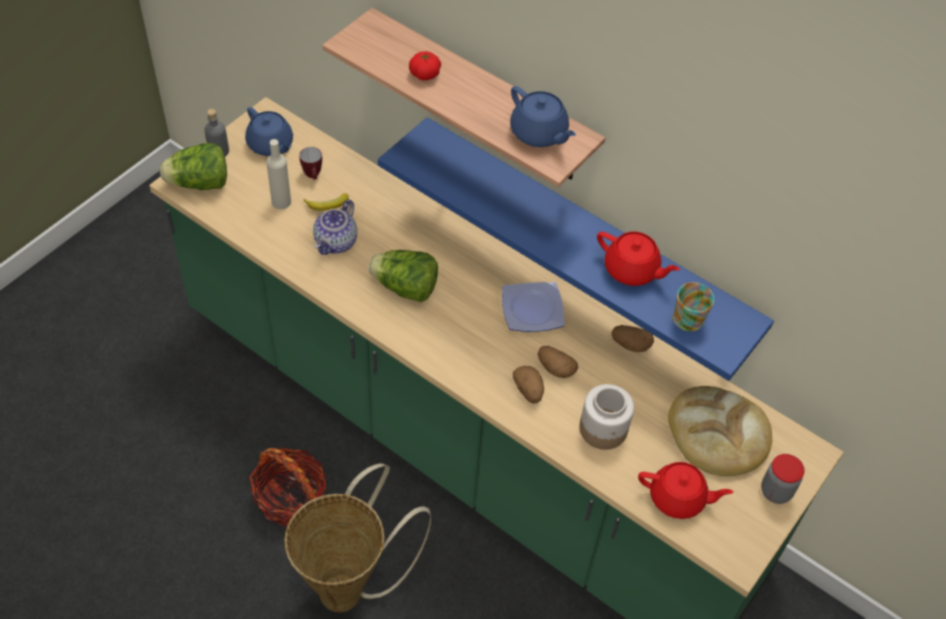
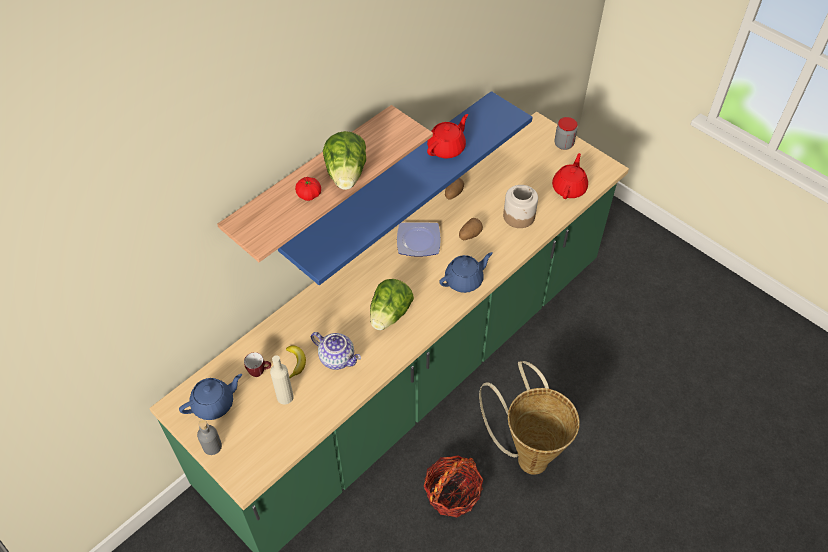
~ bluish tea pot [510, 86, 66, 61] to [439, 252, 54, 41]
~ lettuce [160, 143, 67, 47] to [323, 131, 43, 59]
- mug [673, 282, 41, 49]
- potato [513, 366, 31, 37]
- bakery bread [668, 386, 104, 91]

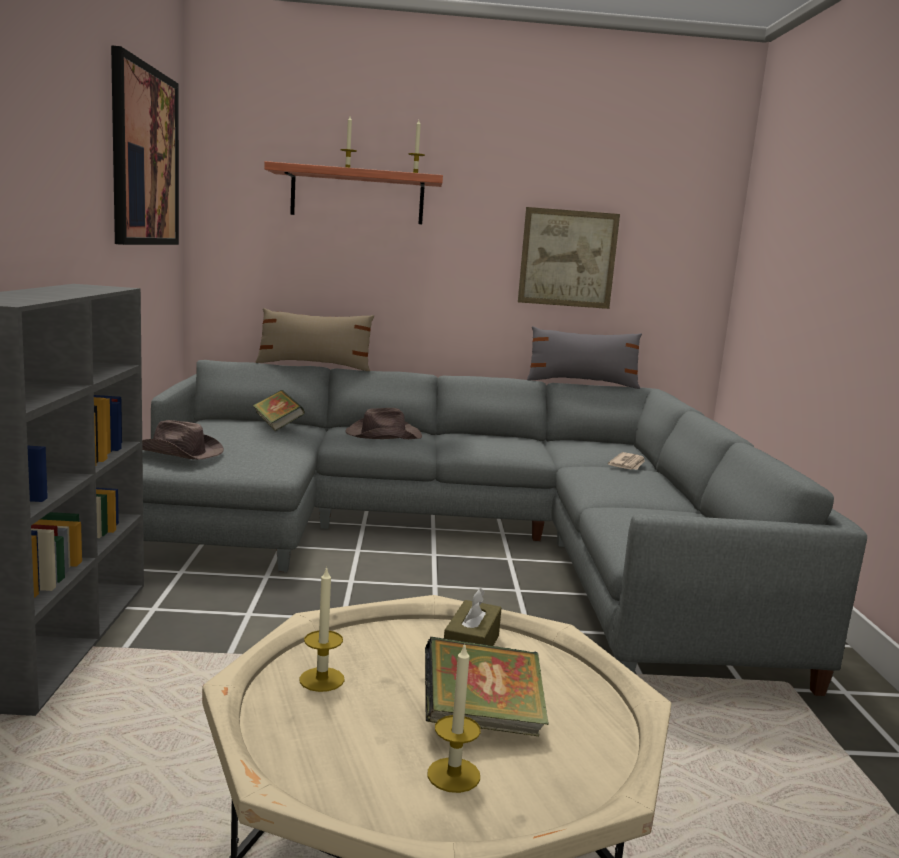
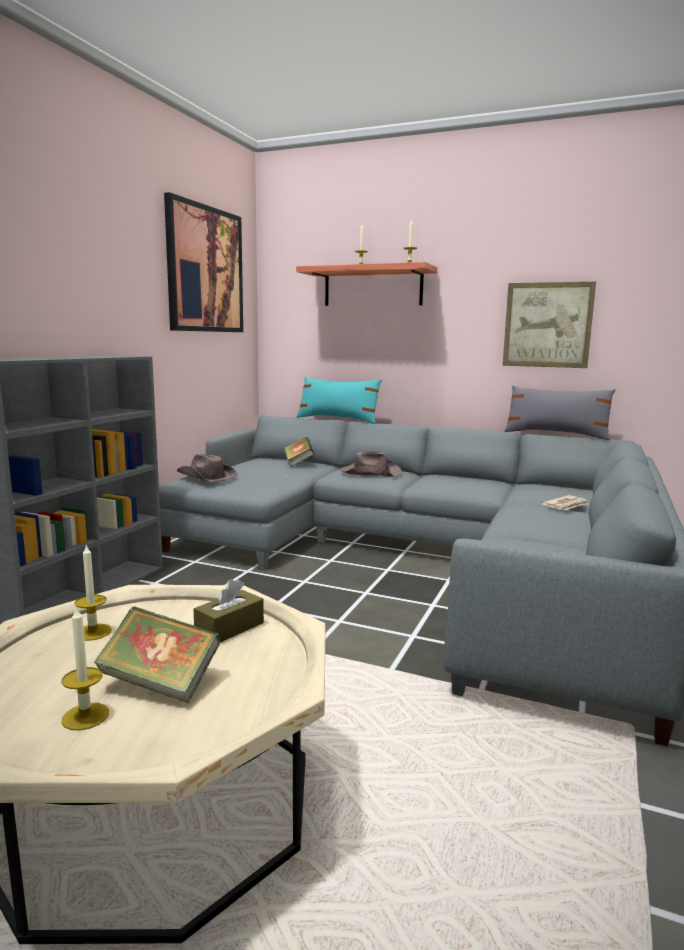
~ sand-coloured throw pillow [255, 308, 119, 63] to blue-green throw pillow [296, 377, 86, 47]

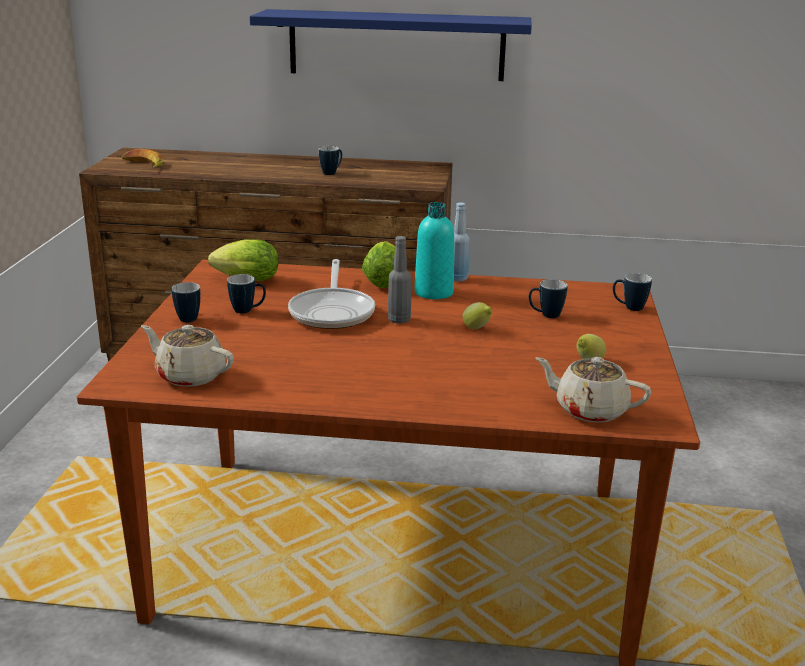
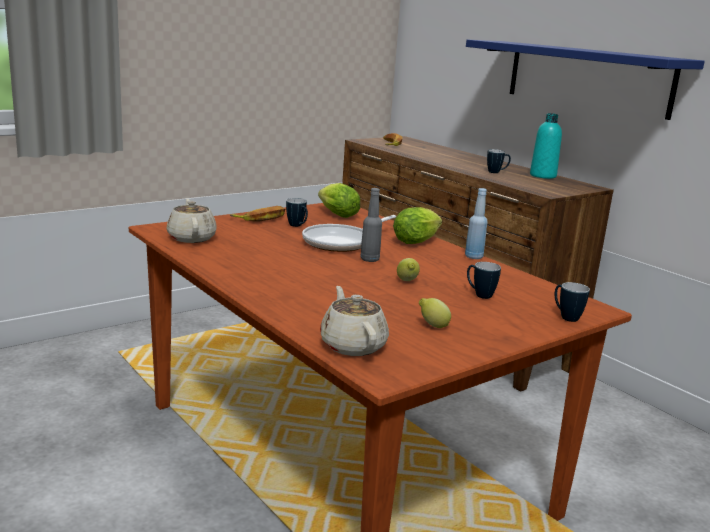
~ blue-green beverage bottle [414, 202, 40, 97] to [530, 113, 32, 66]
~ mug [172, 282, 28, 41] to banana [230, 206, 55, 15]

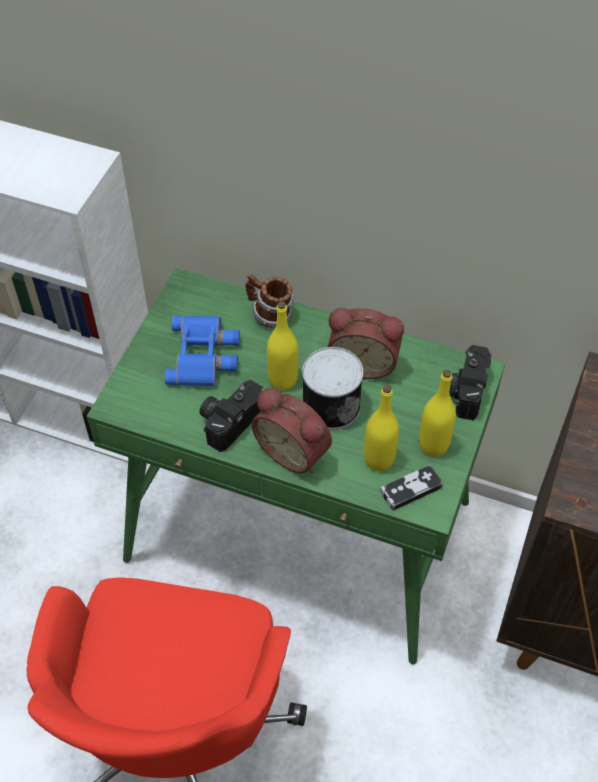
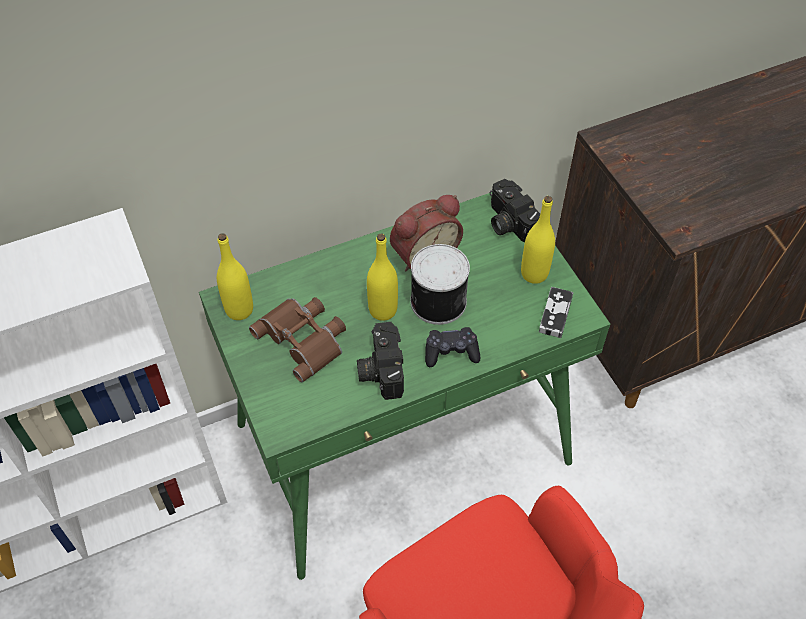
- mug [245, 273, 49, 55]
~ bluish pair of binoculars [165, 315, 75, 71] to brown pair of binoculars [249, 297, 97, 85]
~ yellow-coloured beverage bottle [364, 385, 35, 86] to [217, 233, 36, 87]
~ table clock [252, 388, 80, 85] to black joypad [425, 327, 55, 40]

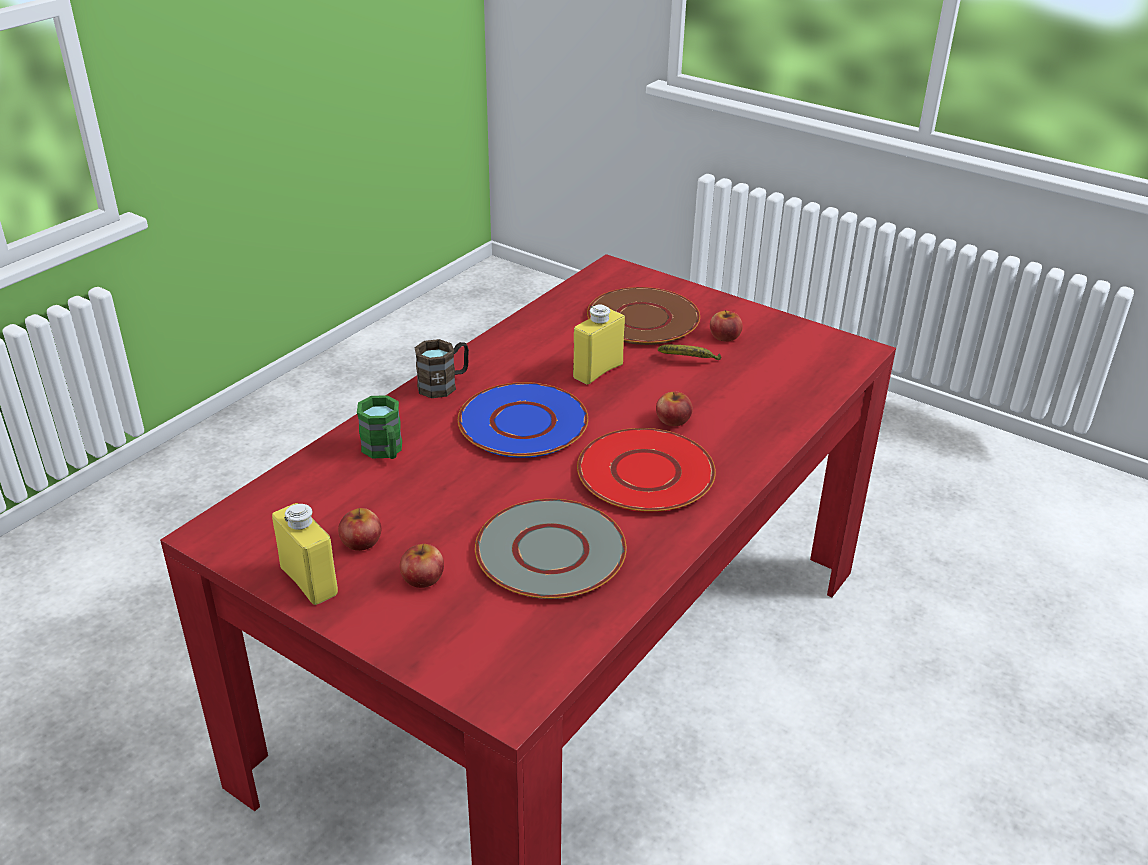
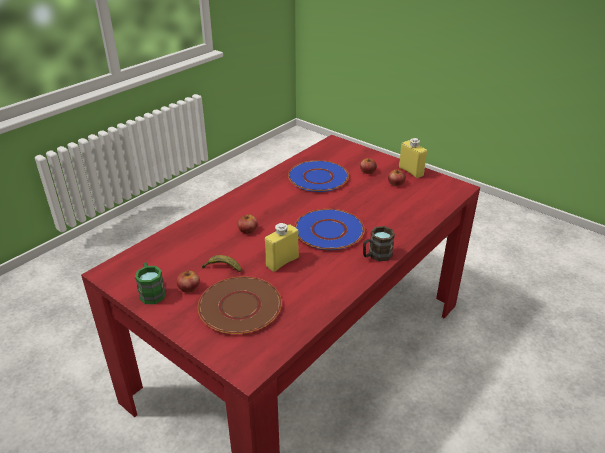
~ greenish mug [357, 395, 45, 64] to [135, 262, 31, 42]
- red-coloured dinner plate [577, 428, 139, 84]
~ greyish dinner plate [475, 499, 151, 100] to bluish dinner plate [288, 160, 61, 32]

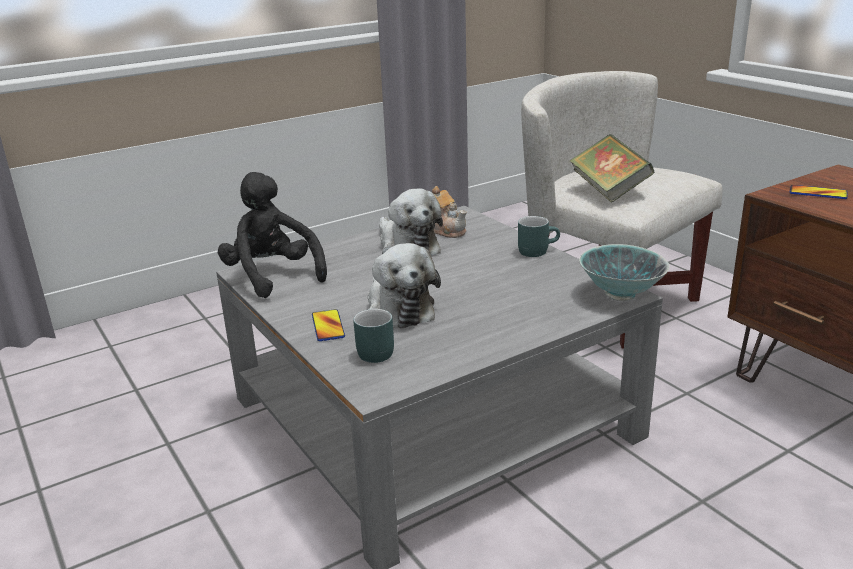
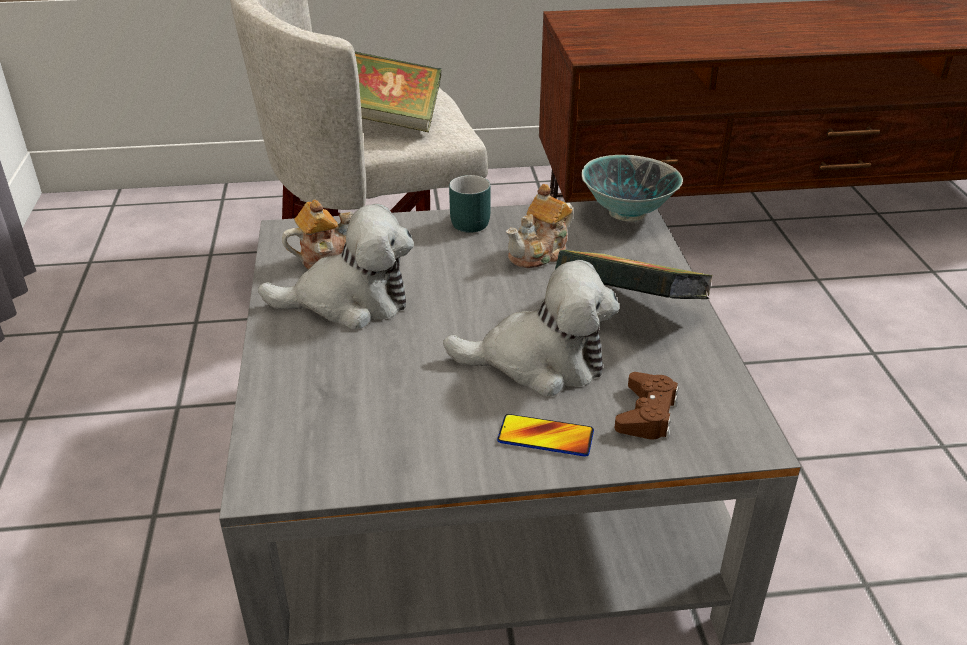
- black soft toy [218, 172, 109, 126]
- telephone [790, 185, 58, 14]
~ blue-green mug [353, 309, 41, 54] to brown joypad [614, 372, 65, 67]
+ tea pot [506, 184, 68, 84]
+ volume [555, 249, 158, 50]

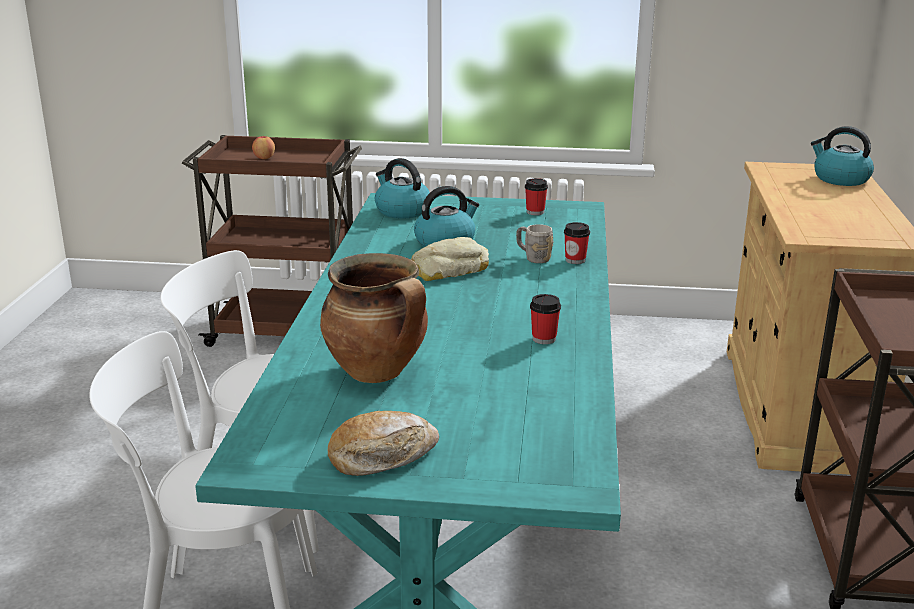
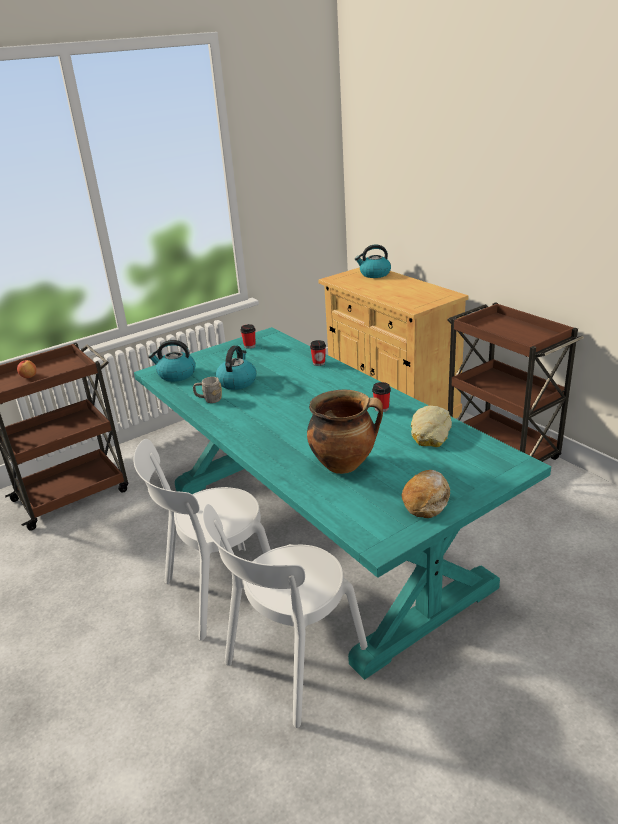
~ greyish mug [516, 224, 37, 39] to [193, 377, 29, 26]
~ bakery bread [411, 237, 78, 44] to [411, 405, 41, 42]

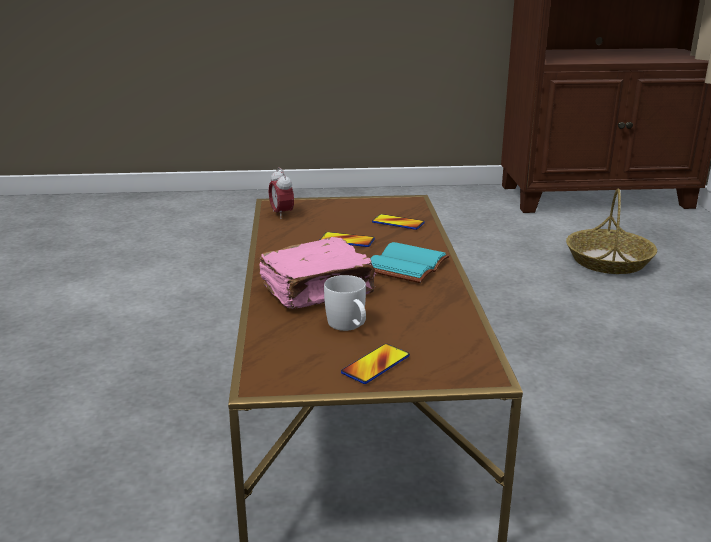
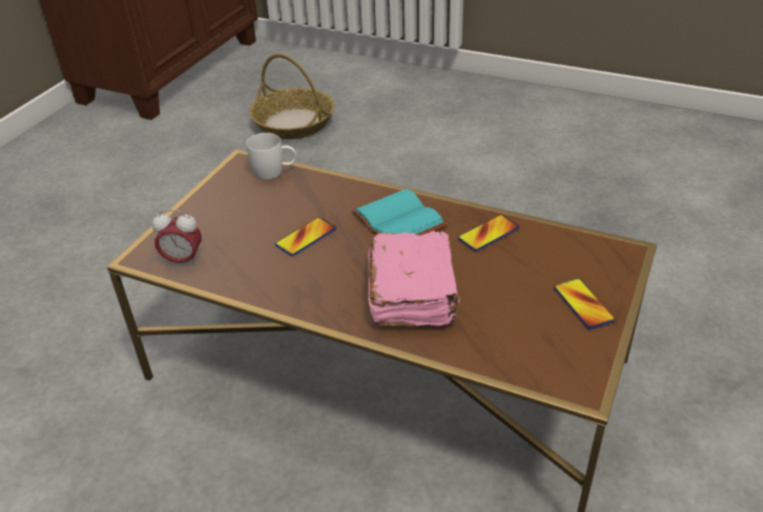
~ telephone [372, 214, 53, 16] to [458, 215, 62, 36]
~ white mug [324, 275, 42, 56] to [246, 133, 50, 47]

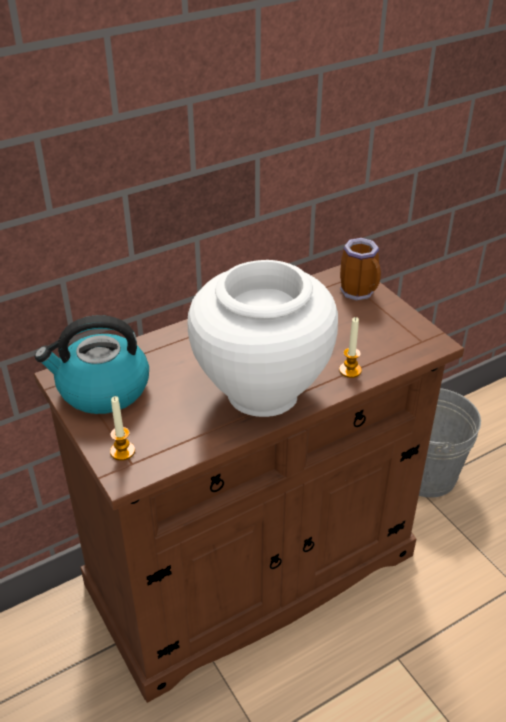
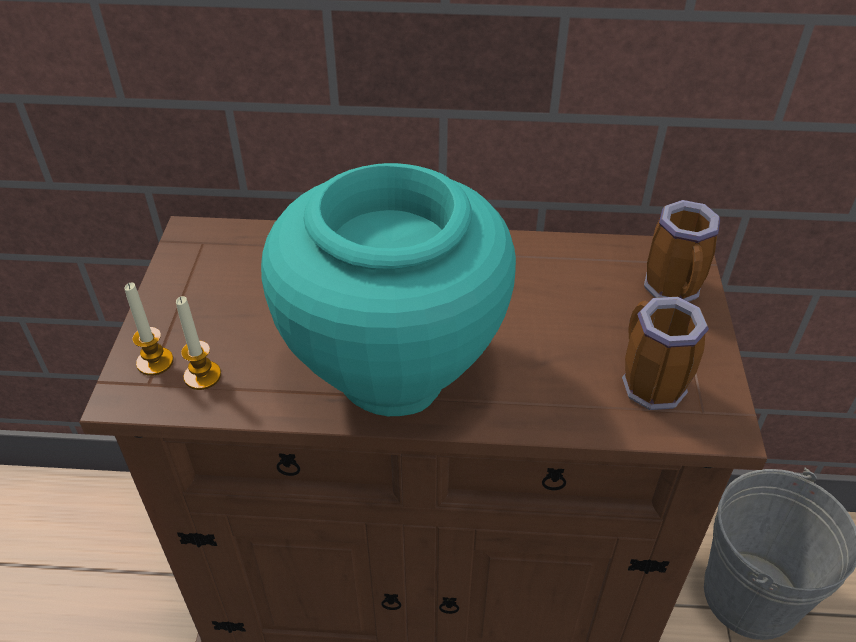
~ white vase [188, 260, 150, 157] to blue-green vase [261, 163, 255, 253]
- tea kettle [35, 315, 114, 99]
~ wax light [339, 317, 23, 61] to [176, 296, 45, 94]
+ mug [622, 297, 87, 113]

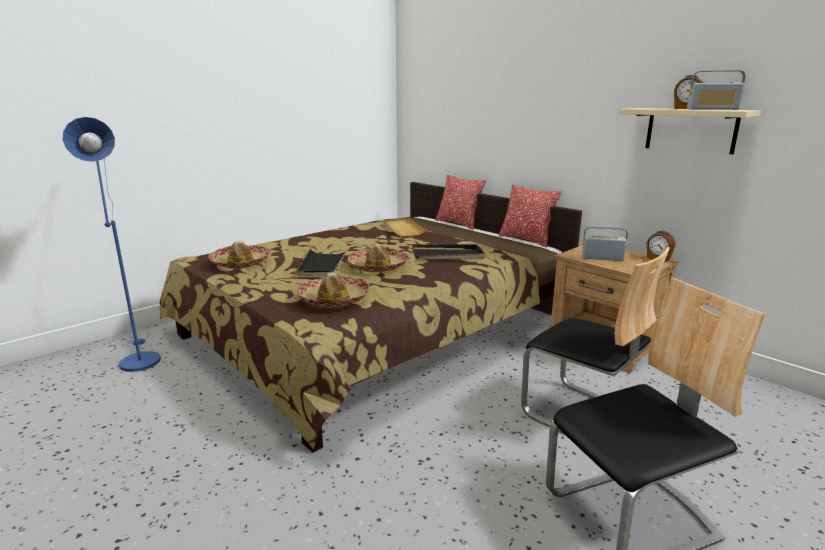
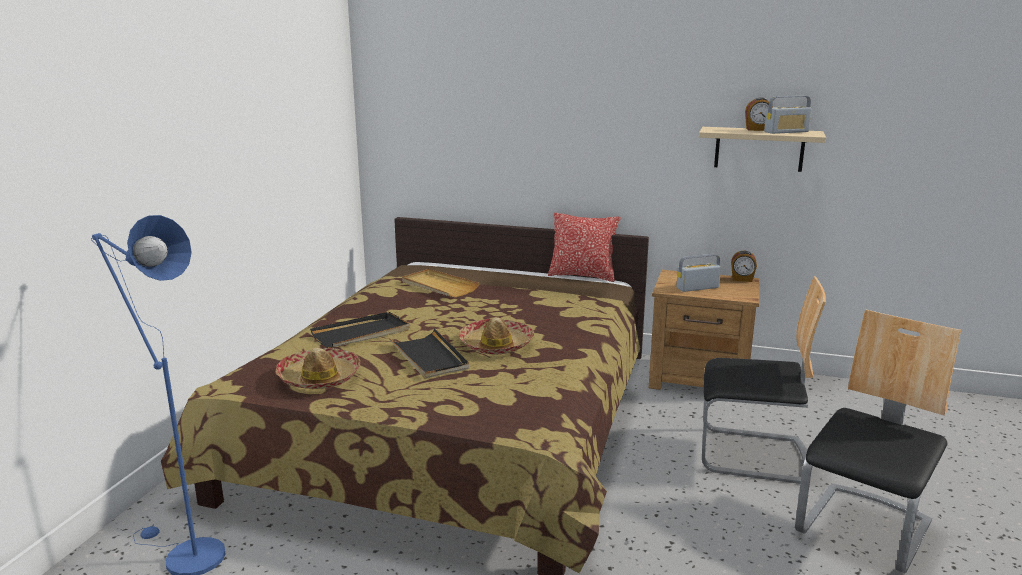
- throw pillow [435, 175, 51, 55]
~ black serving tray [412, 244, 74, 16] to [310, 312, 100, 36]
- hat [295, 273, 75, 34]

